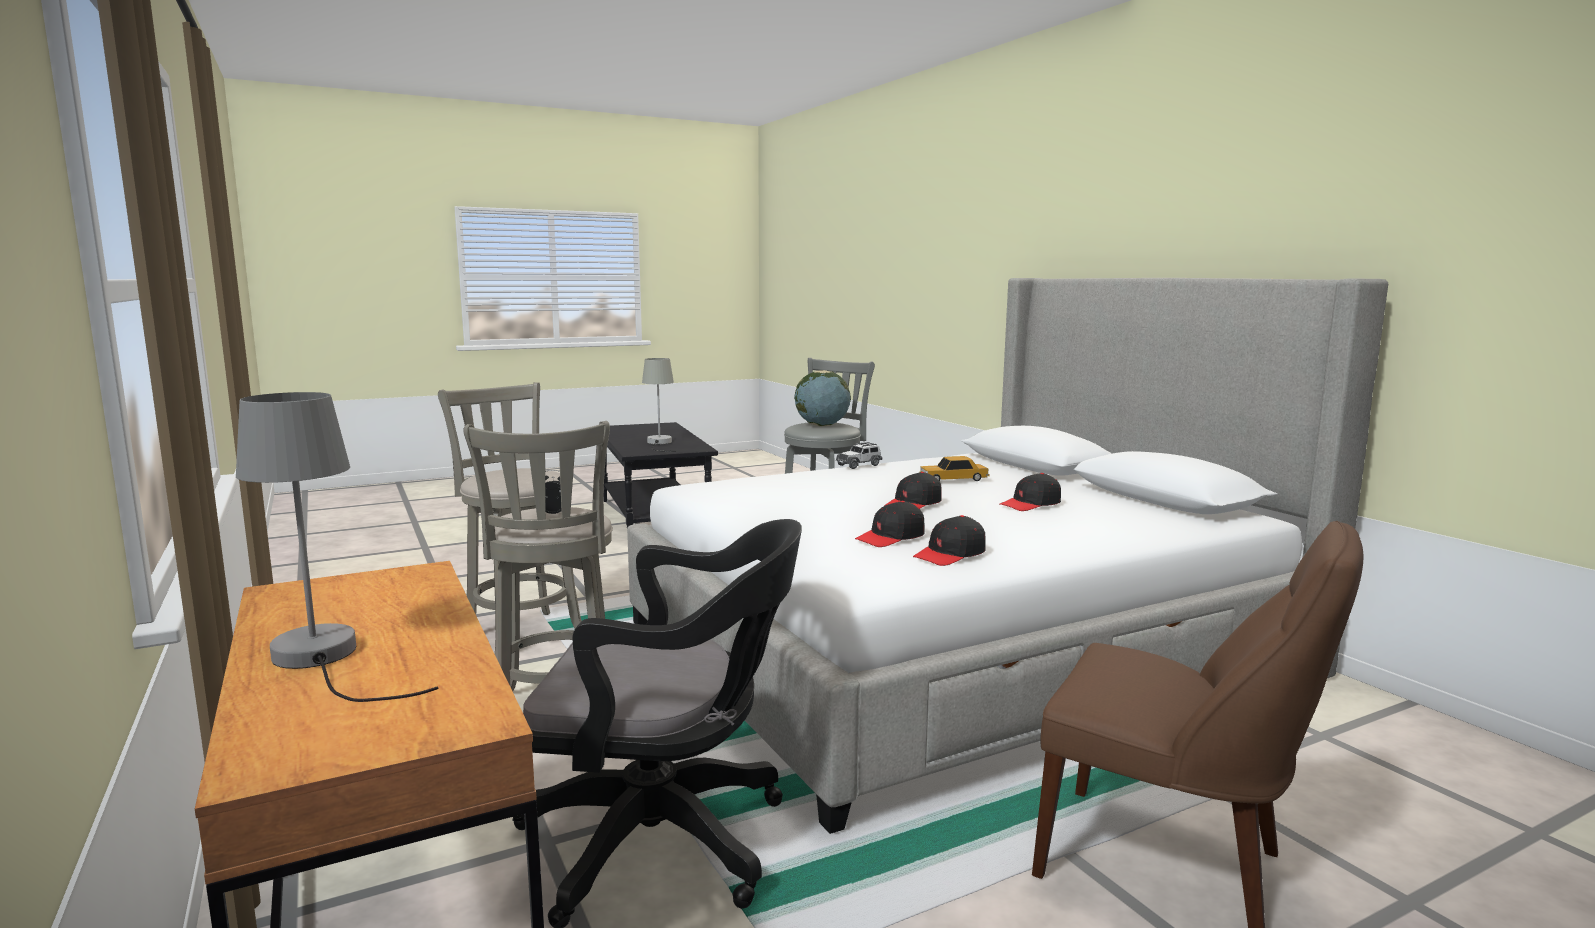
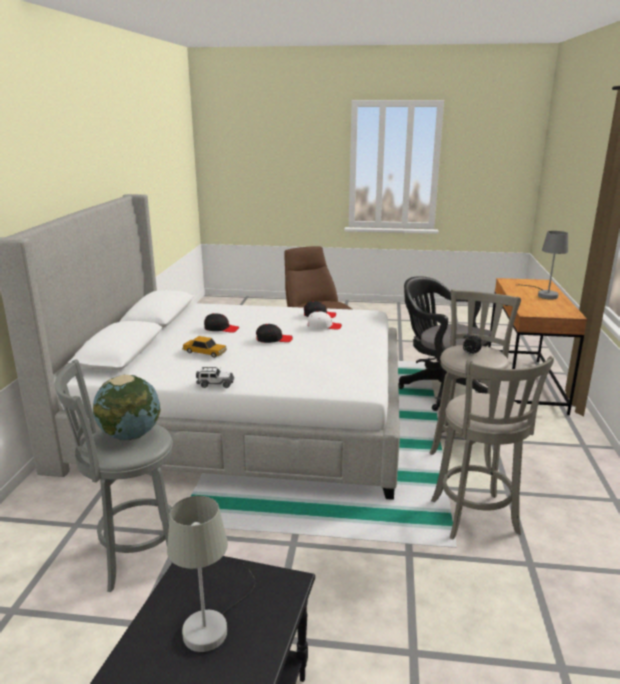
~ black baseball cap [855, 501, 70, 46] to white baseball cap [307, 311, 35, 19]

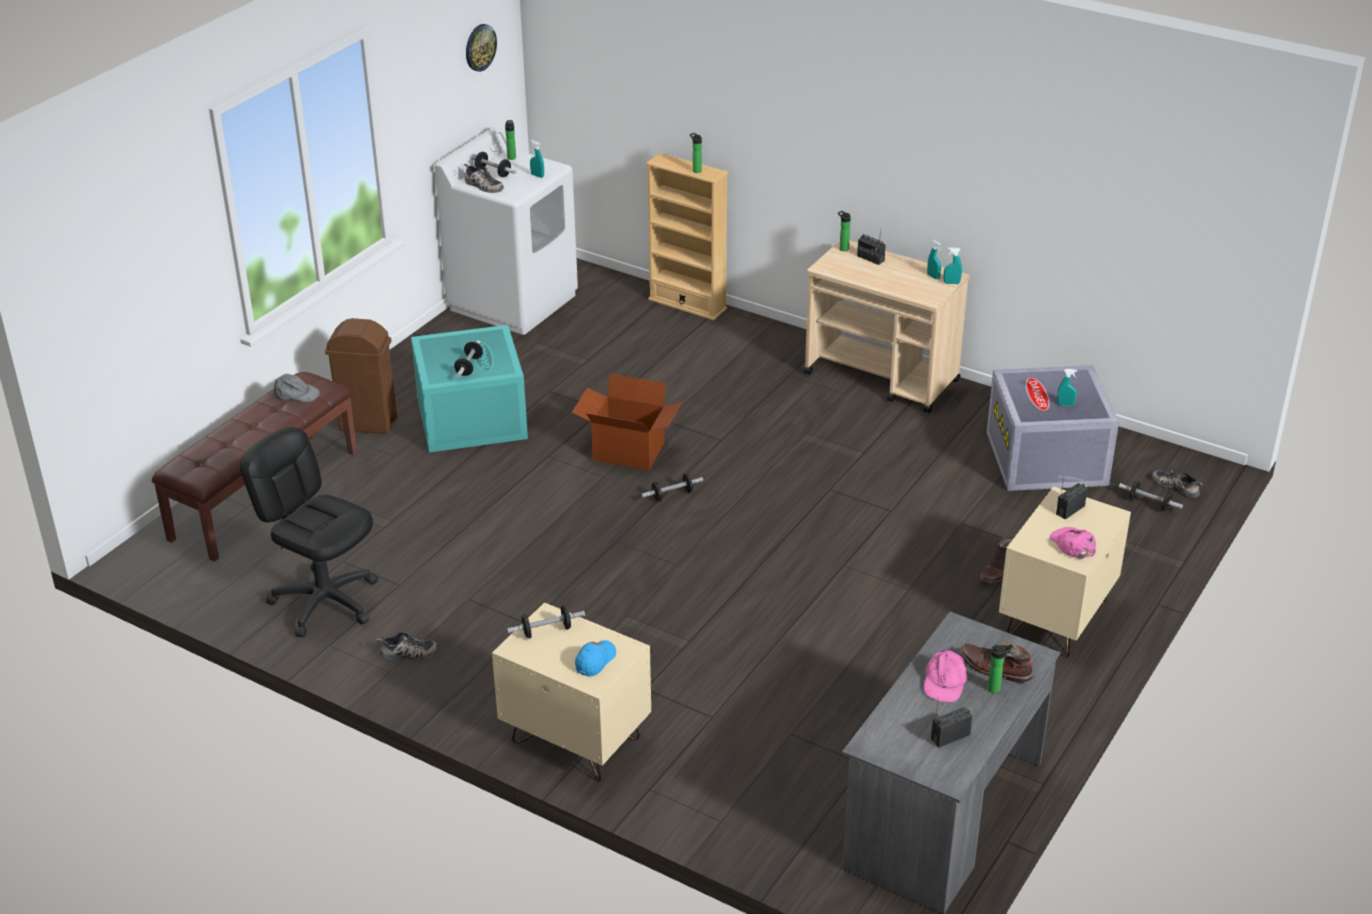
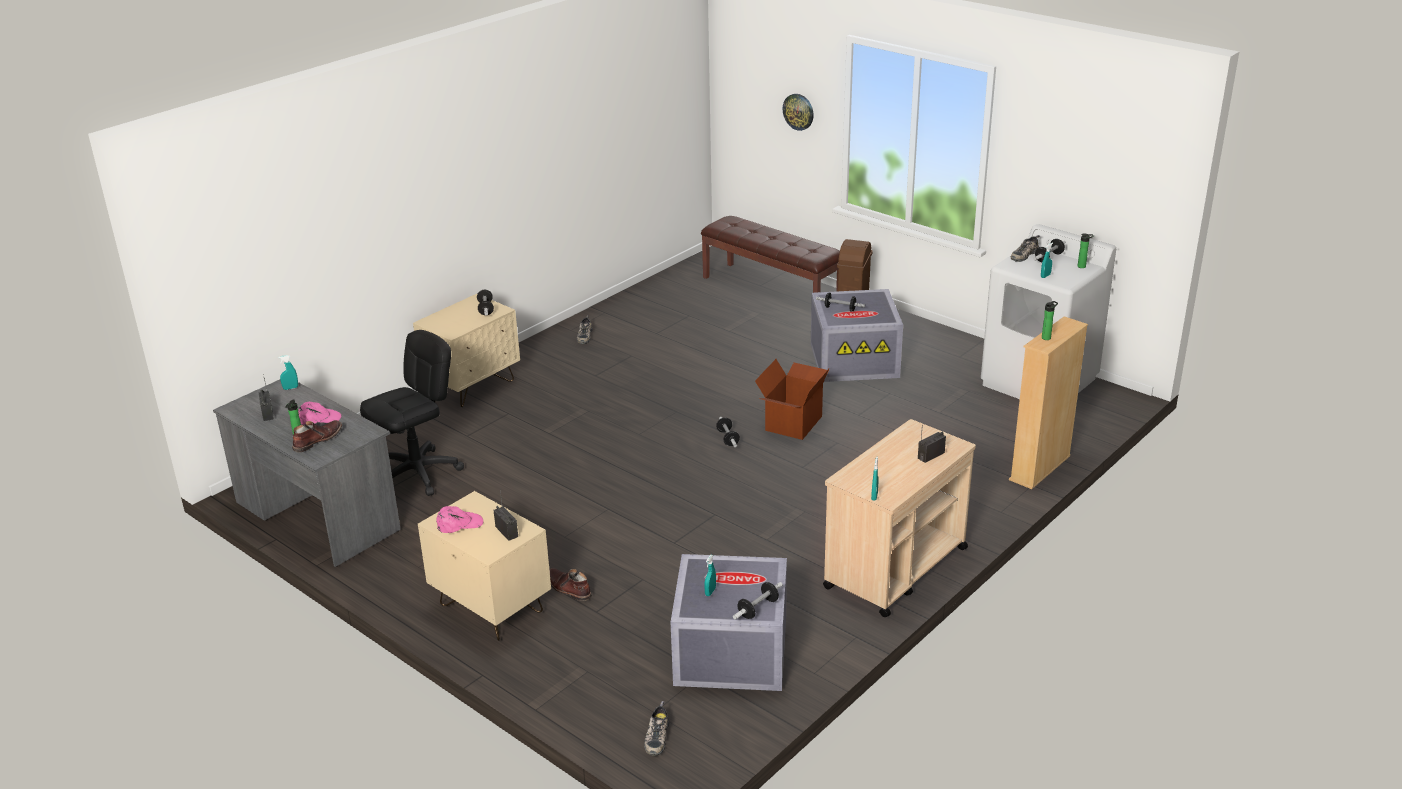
~ wall clock [466, 24, 31, 48] to [783, 94, 31, 37]
- beverage bottle [838, 211, 13, 40]
~ blue-green hand sprayer [927, 240, 14, 39] to [278, 355, 20, 35]
~ blue-green storage bin [411, 325, 117, 128] to greyish storage bin [811, 289, 92, 93]
- greyish baseball cap [273, 374, 47, 28]
~ black desk chair [240, 427, 138, 210] to [360, 330, 104, 166]
~ low shoe [1152, 470, 51, 29] = [644, 701, 25, 55] 135 degrees clockwise
~ free weight [1119, 481, 64, 30] to [733, 582, 50, 38]
- bluish baseball cap [575, 640, 41, 37]
~ pink baseball cap [924, 649, 43, 53] = [298, 402, 43, 23] 150 degrees clockwise

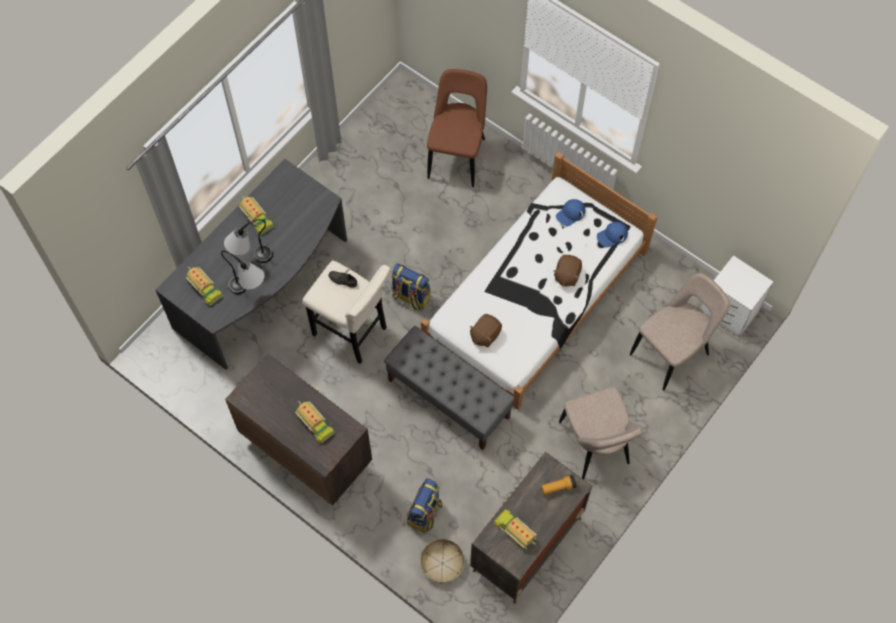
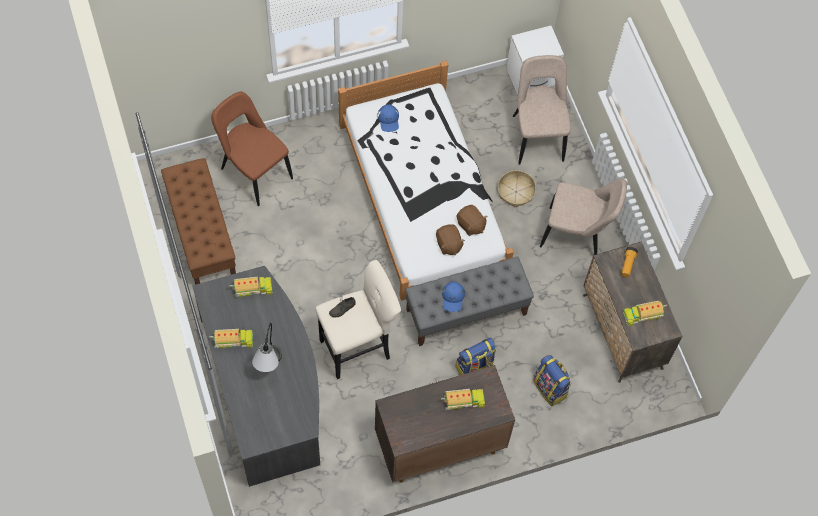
~ bluish baseball cap [597, 222, 31, 25] to [442, 282, 23, 30]
- lamp for a table [221, 251, 44, 43]
~ brown soft toy [554, 255, 28, 32] to [457, 205, 30, 31]
~ knapsack [391, 263, 40, 48] to [455, 338, 41, 37]
~ model truck [185, 266, 37, 40] to [229, 277, 43, 20]
~ storage basket [420, 538, 45, 46] to [498, 170, 38, 37]
+ brown long seat [161, 158, 75, 127]

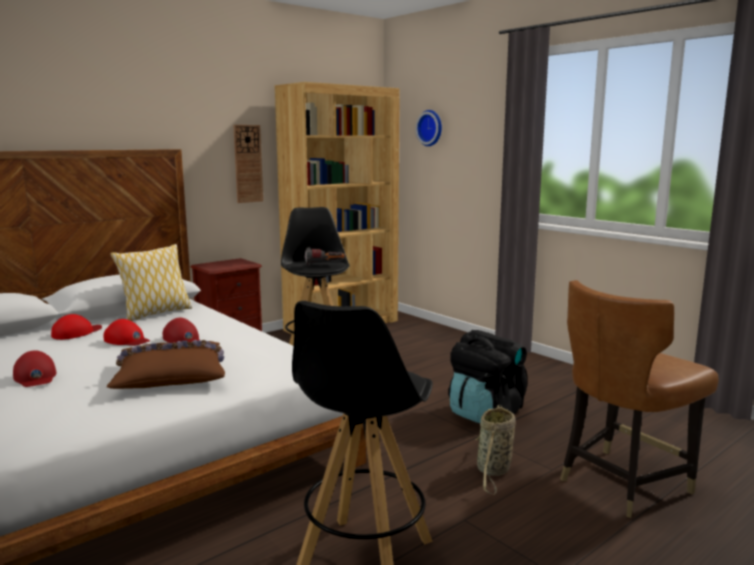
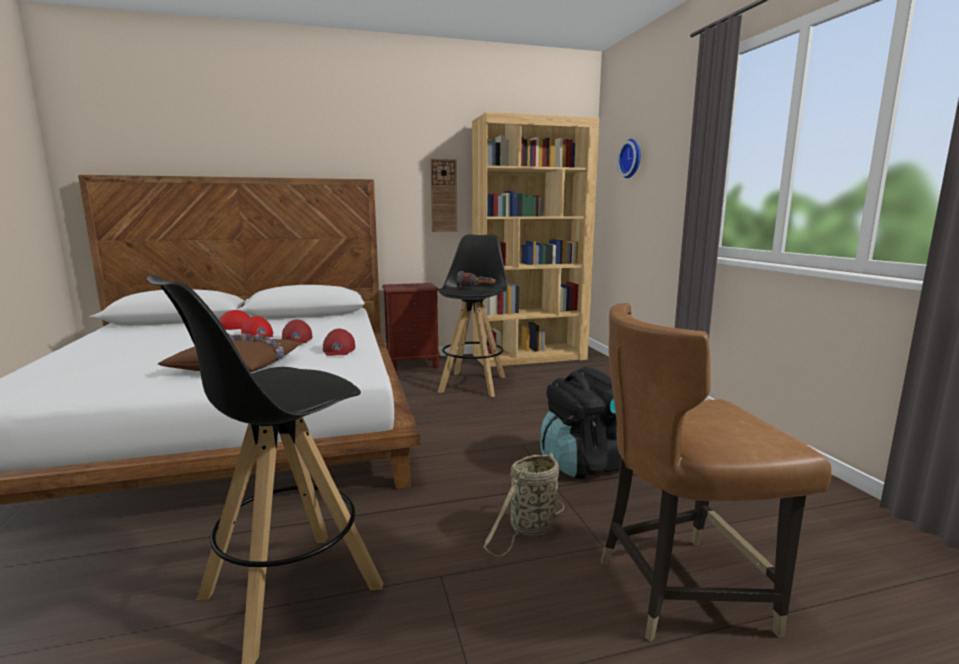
- throw pillow [110, 244, 82, 77]
~ red-coloured baseball cap [13, 350, 43, 37] to [323, 329, 32, 27]

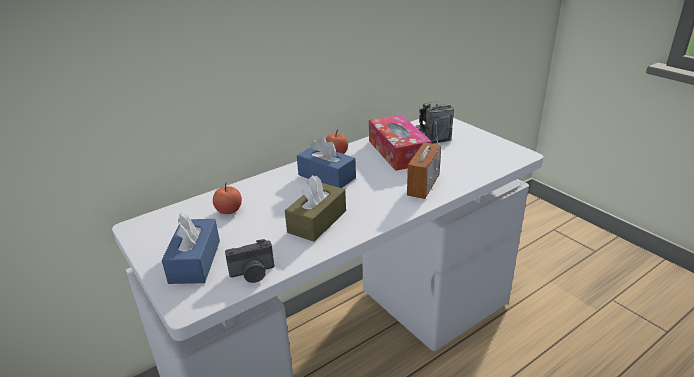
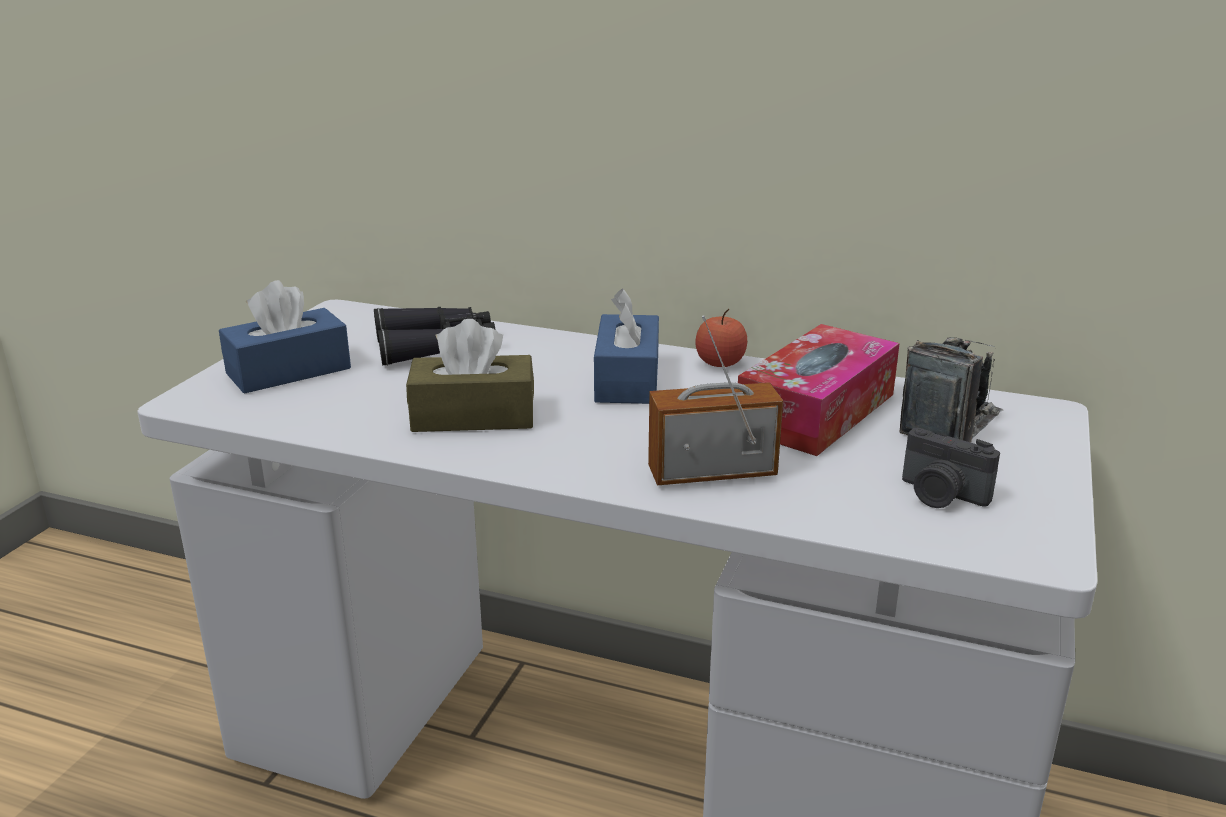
~ whole apple [213, 182, 29, 32] to black pair of binoculars [374, 307, 121, 59]
~ photo camera [225, 239, 49, 44] to [902, 428, 98, 80]

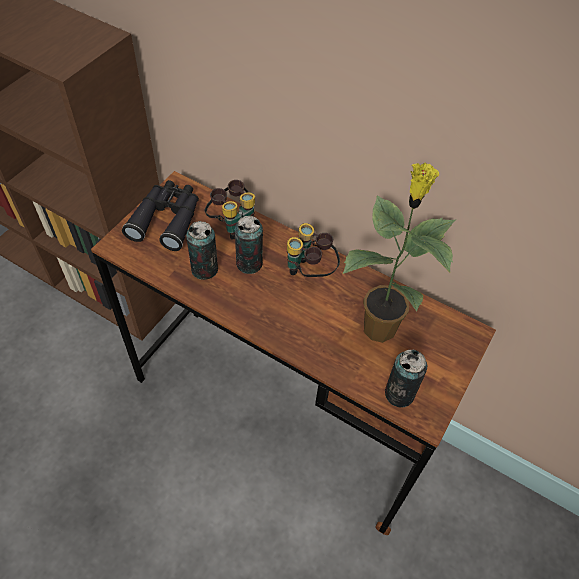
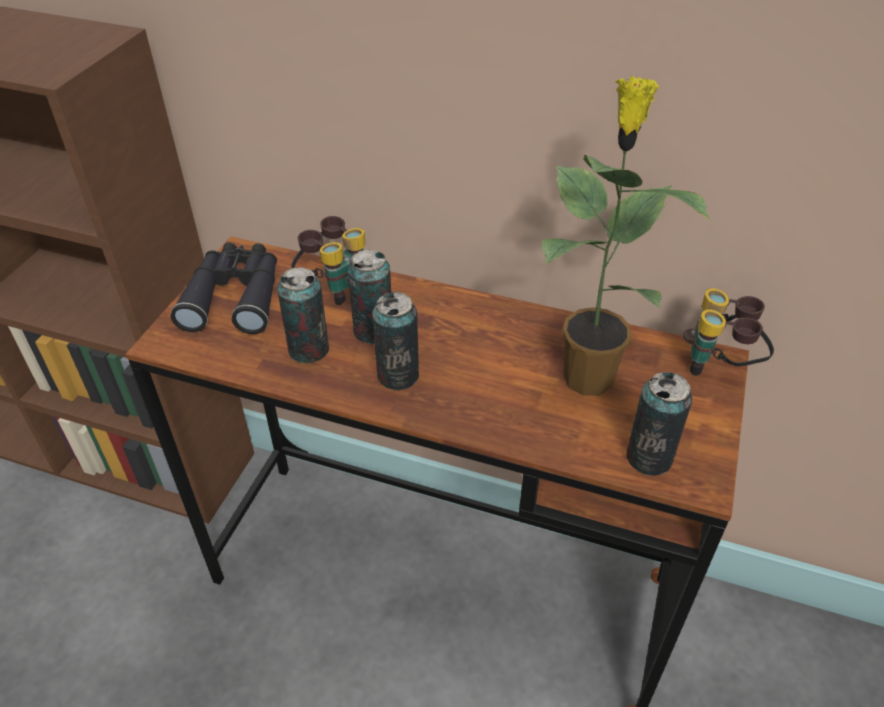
~ pair of binoculars [287, 223, 53, 54] to [683, 288, 91, 88]
+ sealed can [372, 292, 47, 98]

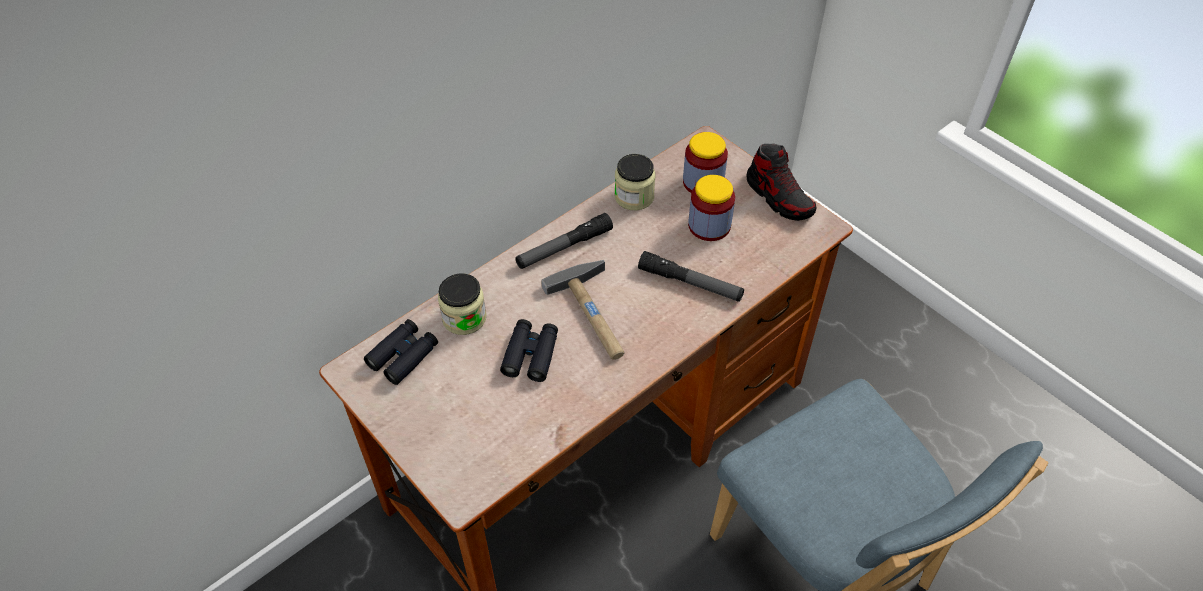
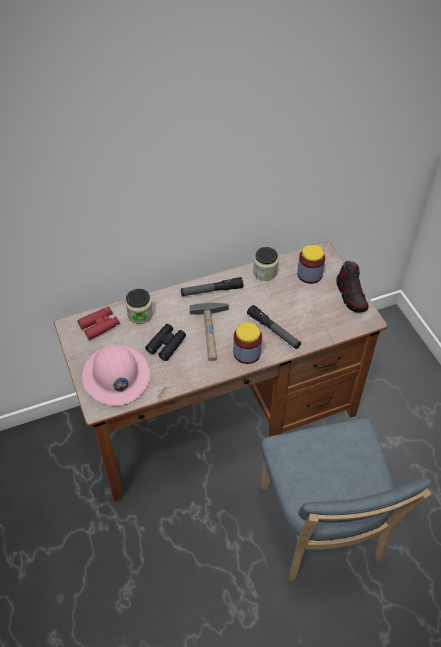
~ storage jar [688, 175, 47, 66] to [233, 322, 29, 42]
~ black pair of binoculars [364, 319, 74, 66] to red-coloured pair of binoculars [78, 307, 42, 33]
+ pink hard hat [82, 344, 68, 62]

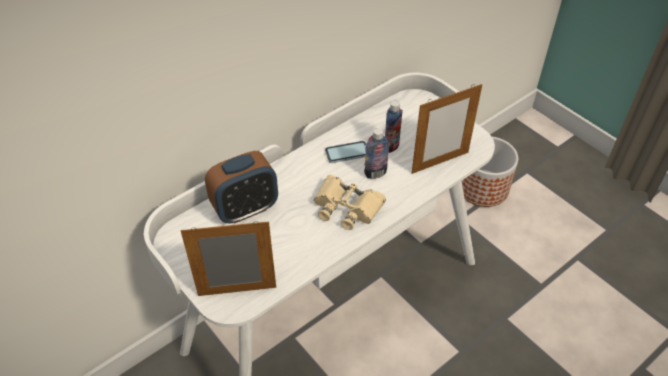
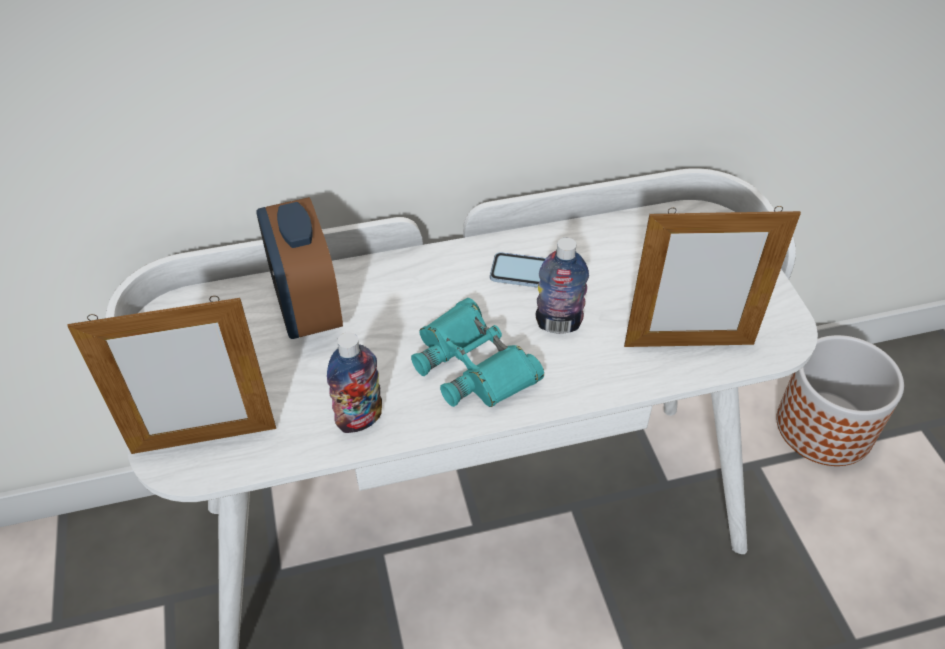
~ beverage bottle [385, 101, 18, 52] to [327, 332, 55, 101]
~ table clock [205, 151, 73, 73] = [256, 197, 87, 142] 75 degrees clockwise
~ sand-coloured pair of binoculars [314, 175, 72, 55] to blue-green pair of binoculars [411, 298, 133, 109]
~ picture frame [181, 221, 95, 75] = [67, 296, 209, 158] 150 degrees clockwise

